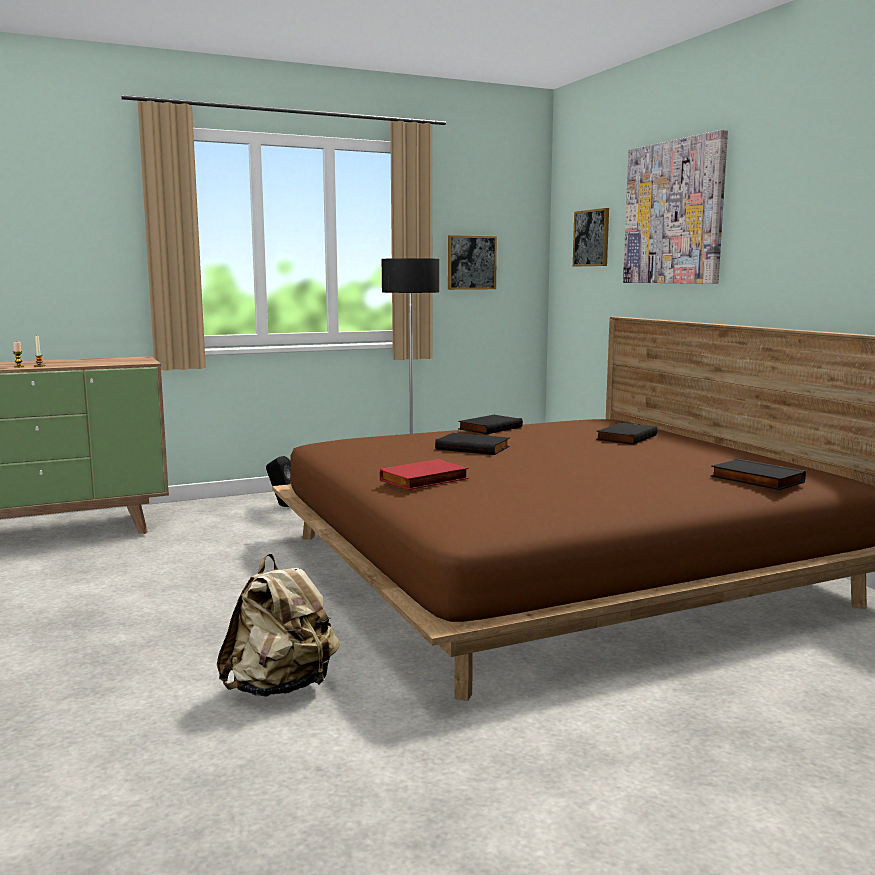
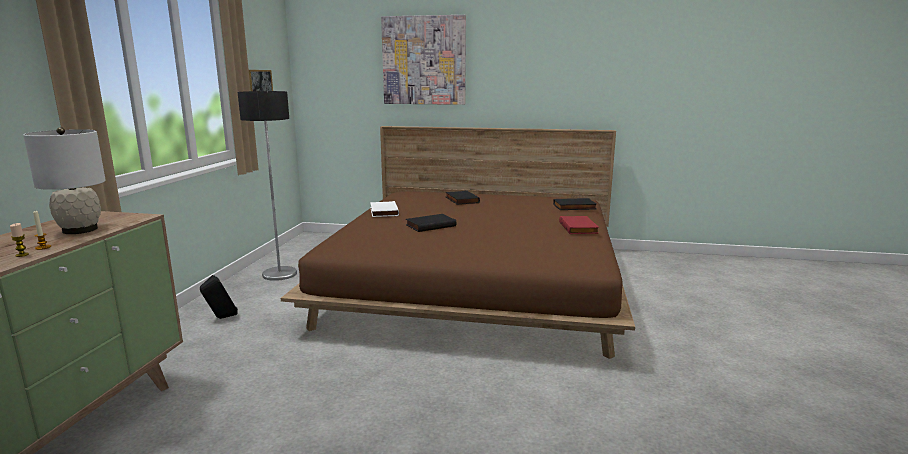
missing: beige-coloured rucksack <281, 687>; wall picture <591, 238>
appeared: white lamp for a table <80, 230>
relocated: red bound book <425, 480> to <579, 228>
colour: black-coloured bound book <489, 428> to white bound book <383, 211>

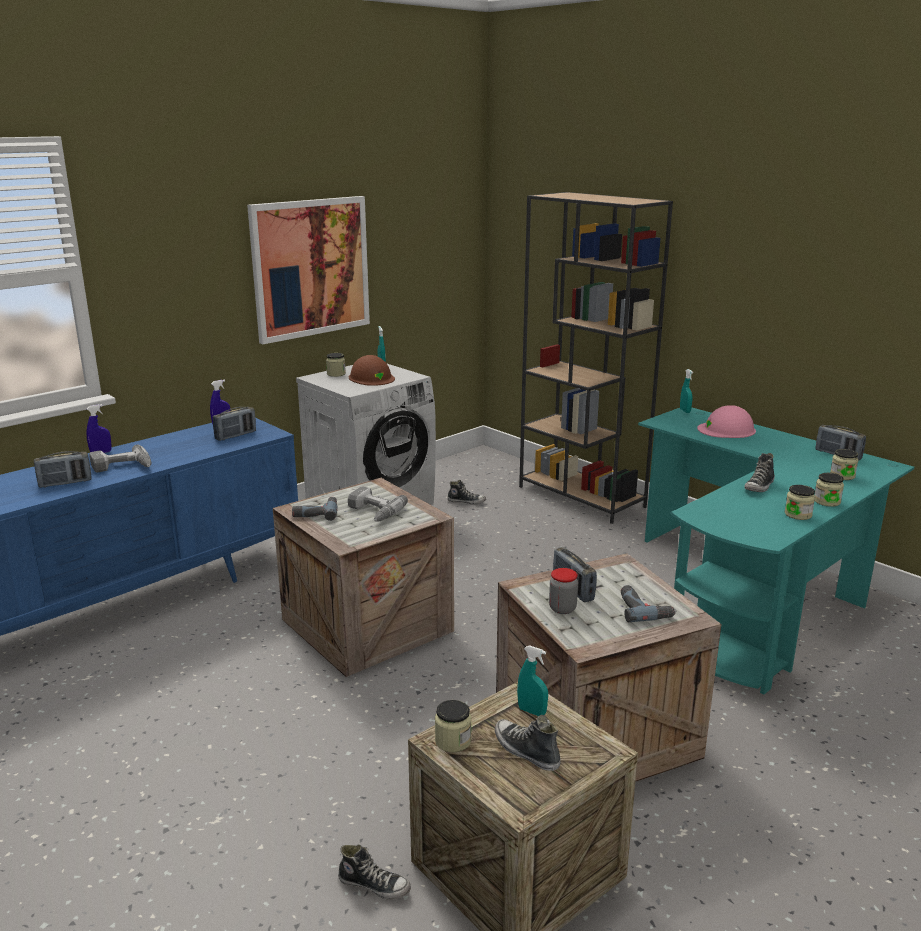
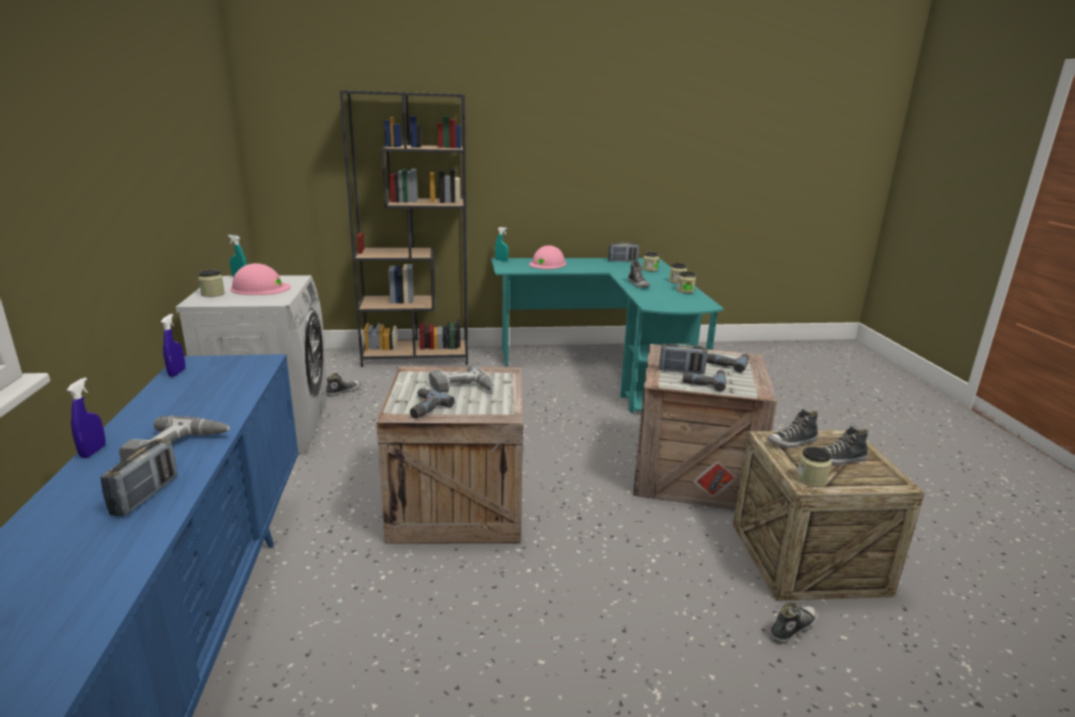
missing: radio set <235, 435>; wall picture <311, 268>
exchanged: turquoise hand sprayer <532, 711> to low shoe <792, 442>; storage jar <562, 608> to electric drill <704, 382>
colour: brown safety helmet <371, 378> to pink safety helmet <260, 288>

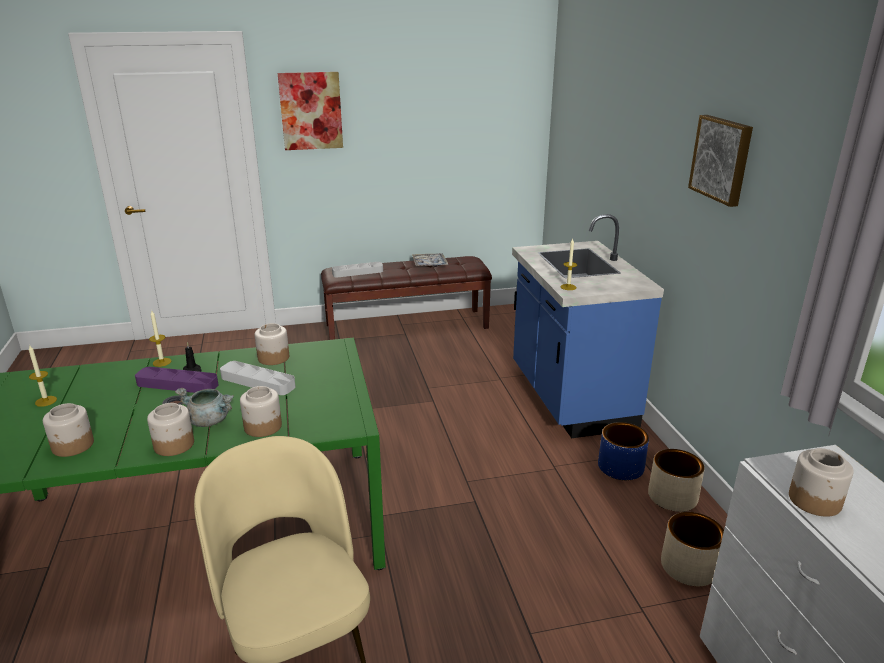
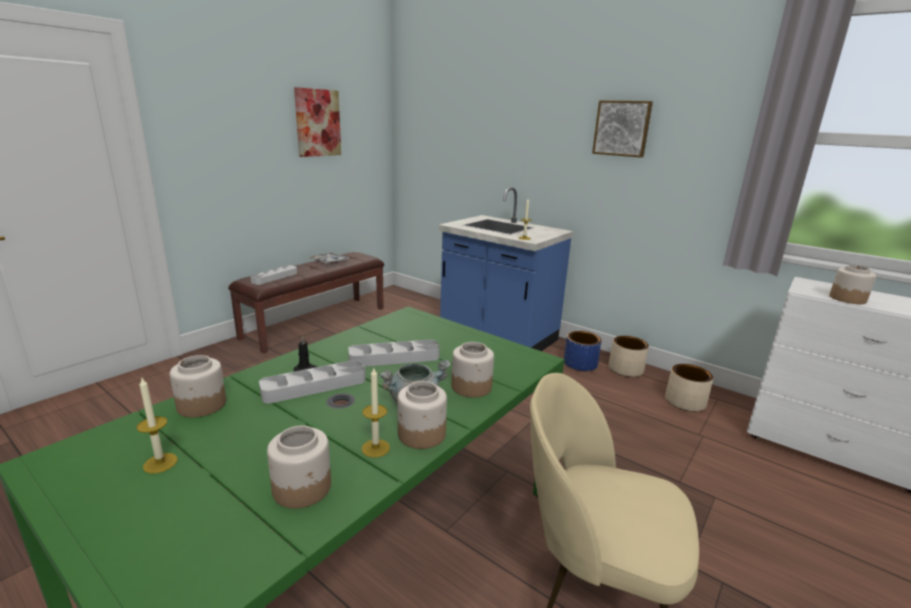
relocated: wax light <162, 362> to <375, 448>; storage jar <273, 358> to <201, 405>; wall picture <311, 111> to <317, 123>
colour: purple serving tray <177, 384> to gray serving tray <314, 386>

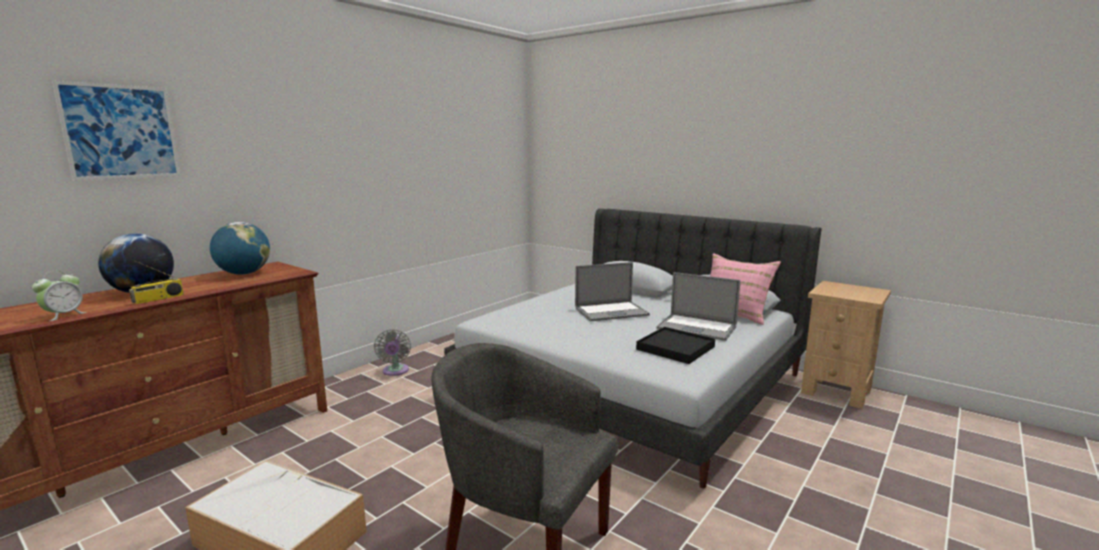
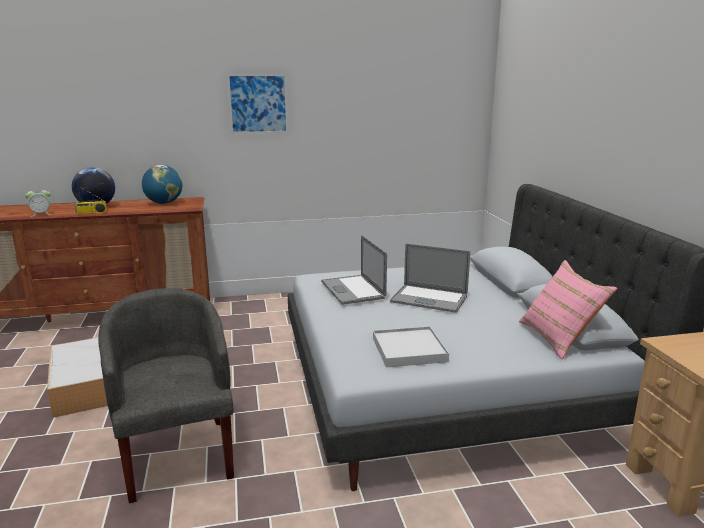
missing: gray electric fan <395, 371>
relocated: wall picture <121, 132> to <258, 104>; laptop <696, 327> to <352, 290>
colour: black-coloured serving tray <675, 348> to white serving tray <409, 350>

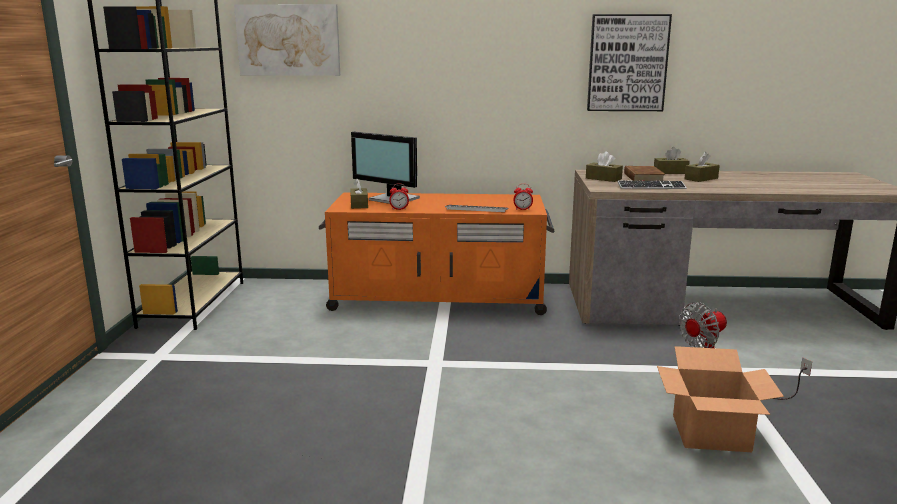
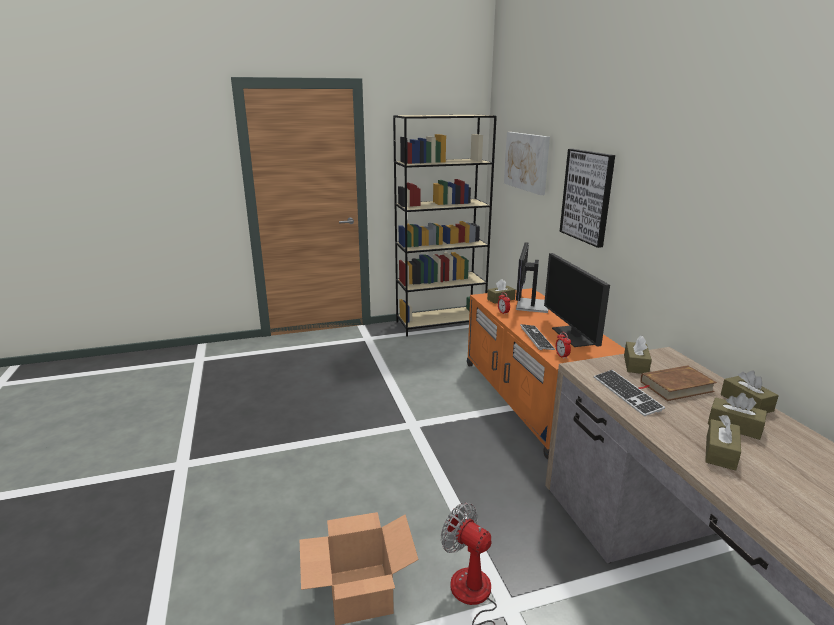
appeared: monitor <575, 336>; brown tissue box <720, 452>
relocated: wall picture <627, 63> to <587, 196>

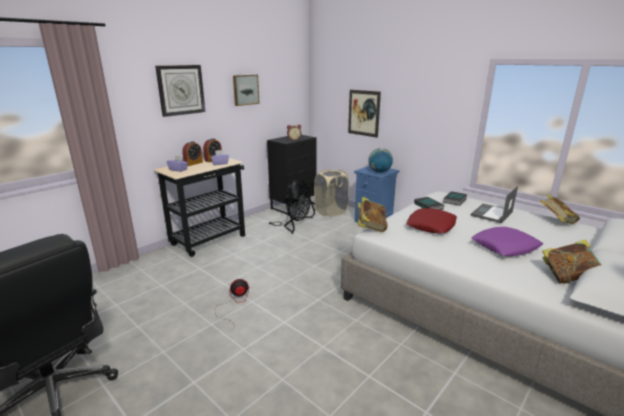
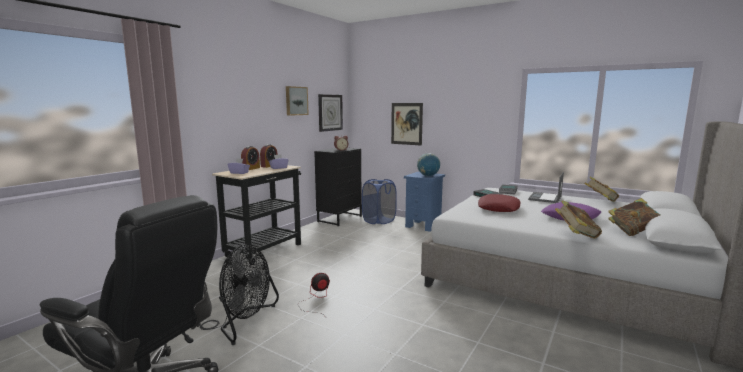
relocated: clock on the wall <181, 90> to <330, 112>; black-coloured electric fan <294, 224> to <240, 323>; bound book <371, 227> to <576, 235>
colour: beige-coloured washing basket <331, 211> to blue-coloured washing basket <379, 221>

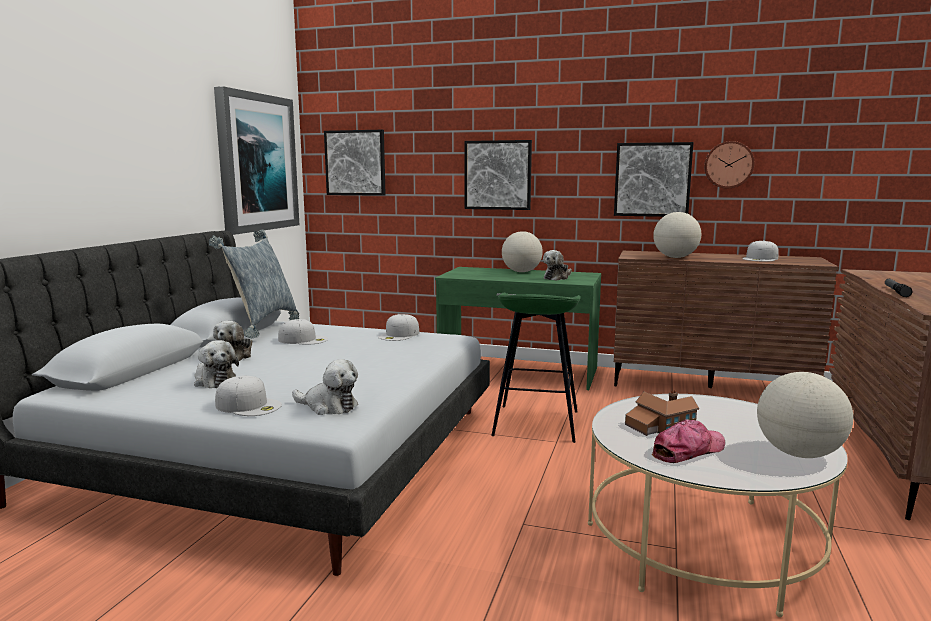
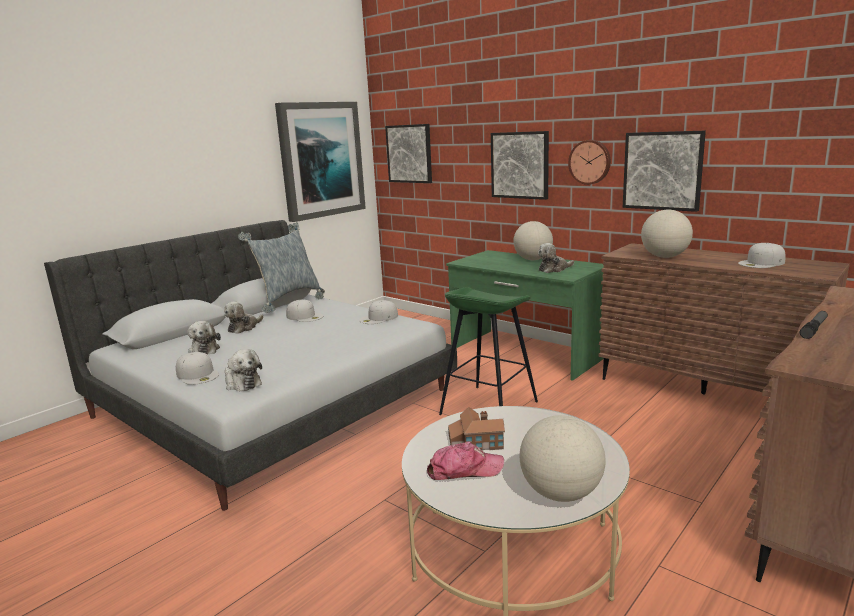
relocated: clock on the wall <728, 164> to <590, 162>

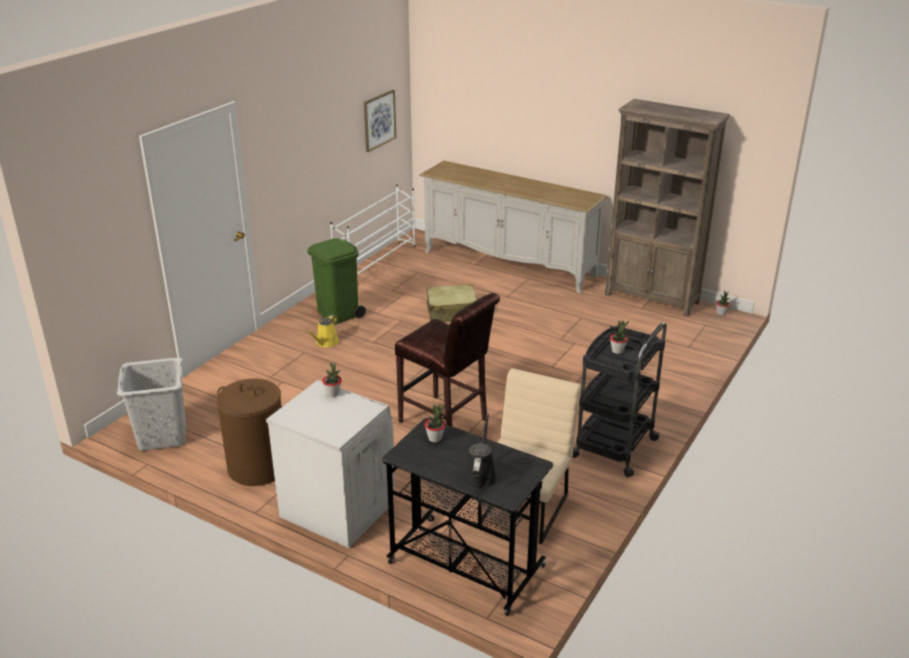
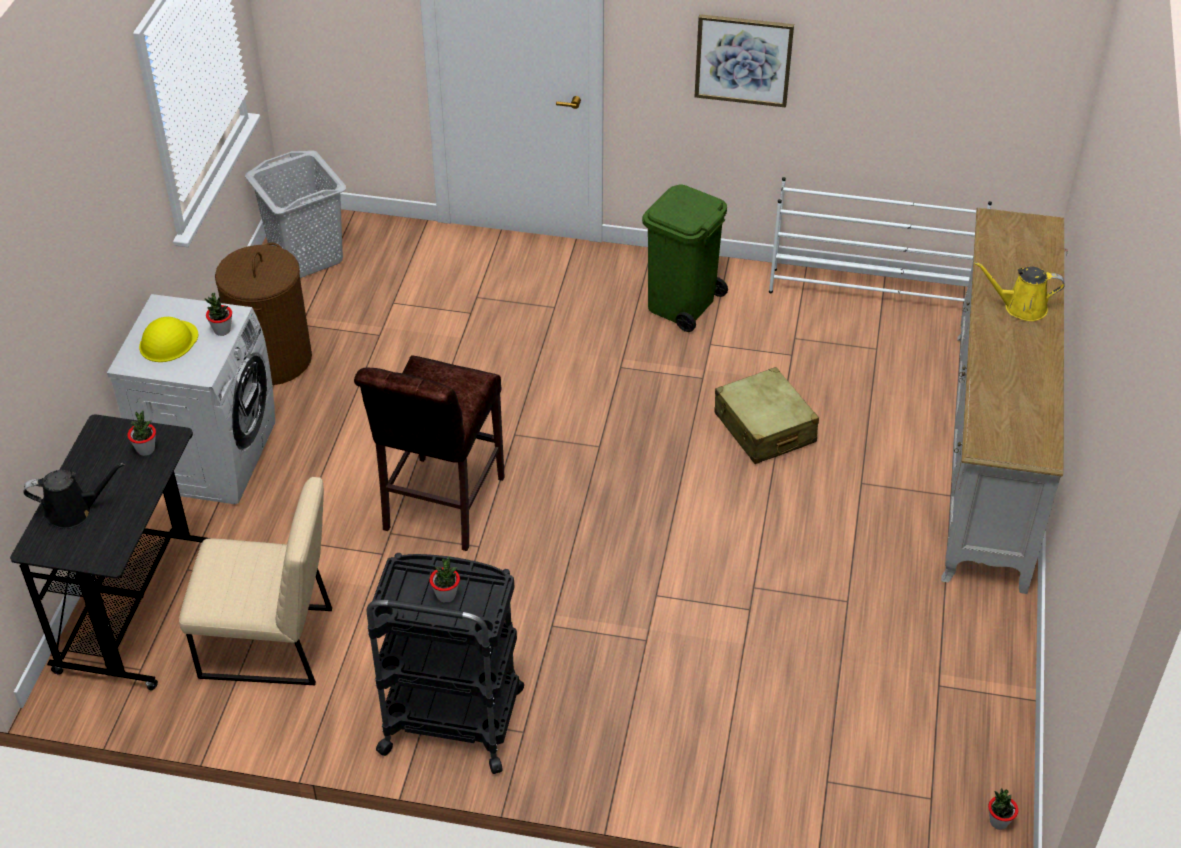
missing: brown shelving unit <652, 298>
appeared: yellow-coloured safety helmet <168, 341>
relocated: yellow-coloured watering can <325, 343> to <1020, 307>; wall picture <379, 120> to <743, 60>

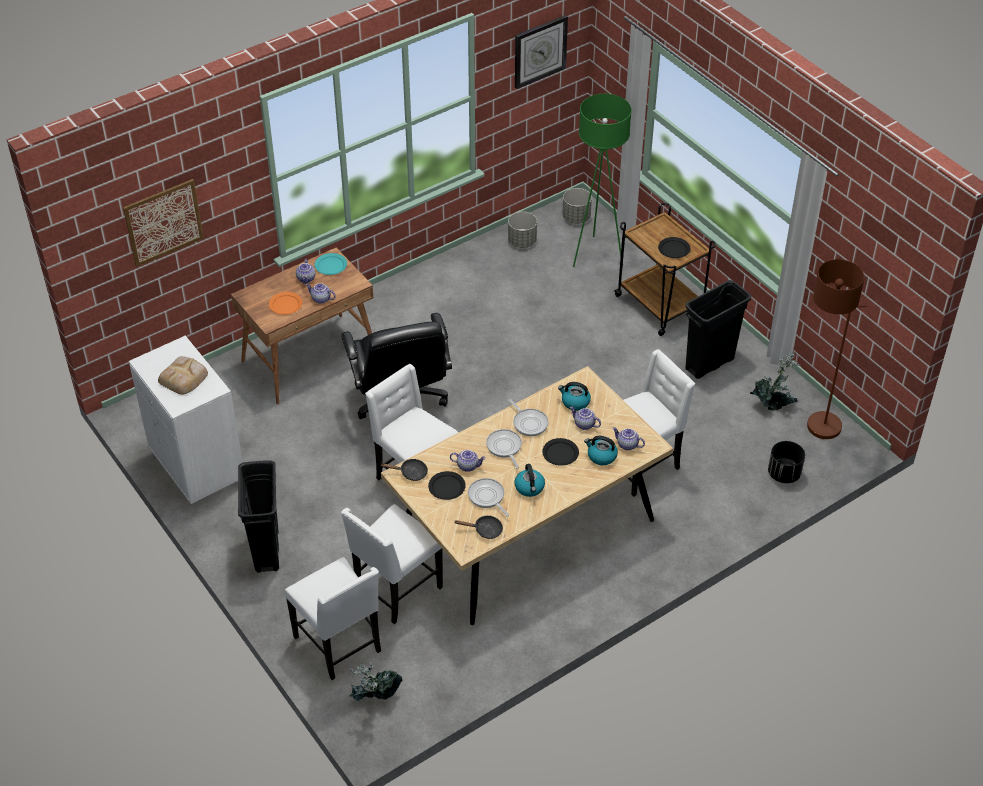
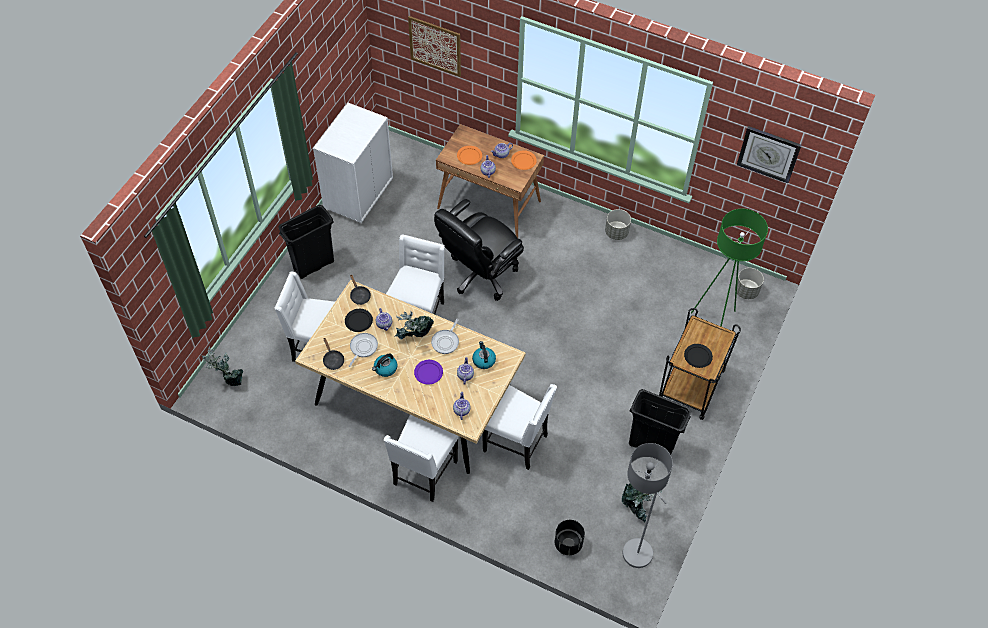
missing: baked bread <184, 378>; kettle <601, 456>
relocated: white chair <340, 645> to <424, 474>; gray planter <522, 242> to <616, 232>
exchanged: skillet <504, 447> to plant in a pot <414, 337>
colour: turquoise flat dish <330, 265> to orange flat dish <523, 161>; black-coloured flat dish <560, 453> to purple flat dish <428, 373>; brown floor lamp <813, 427> to gray floor lamp <631, 546>

